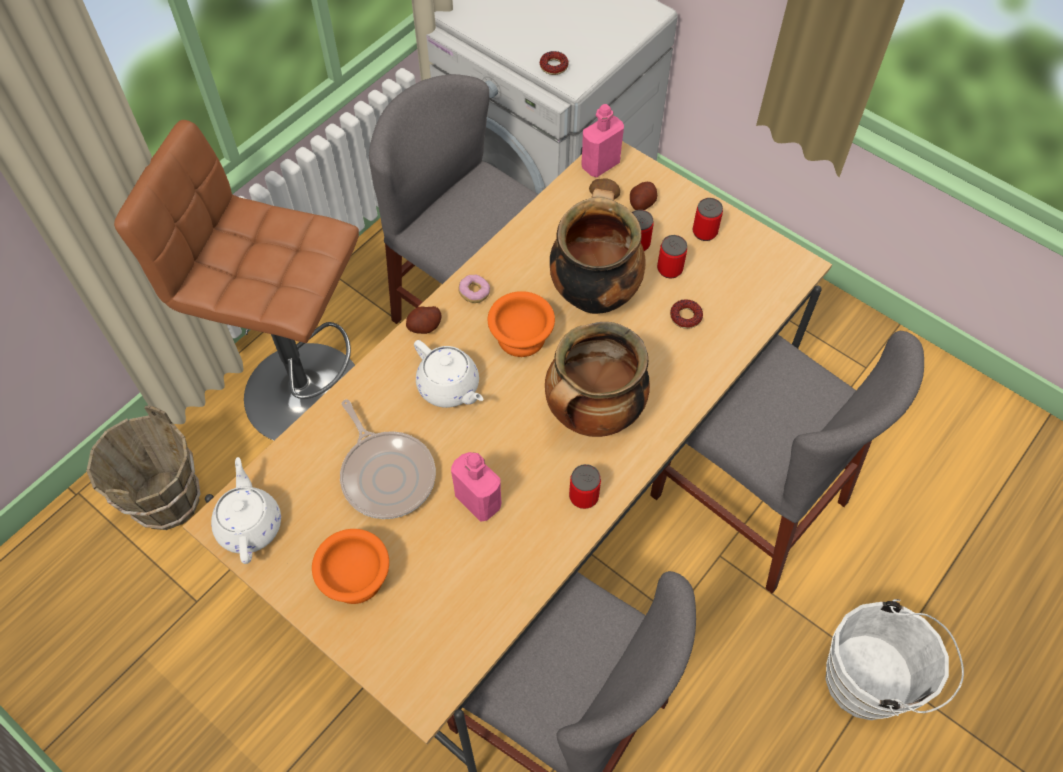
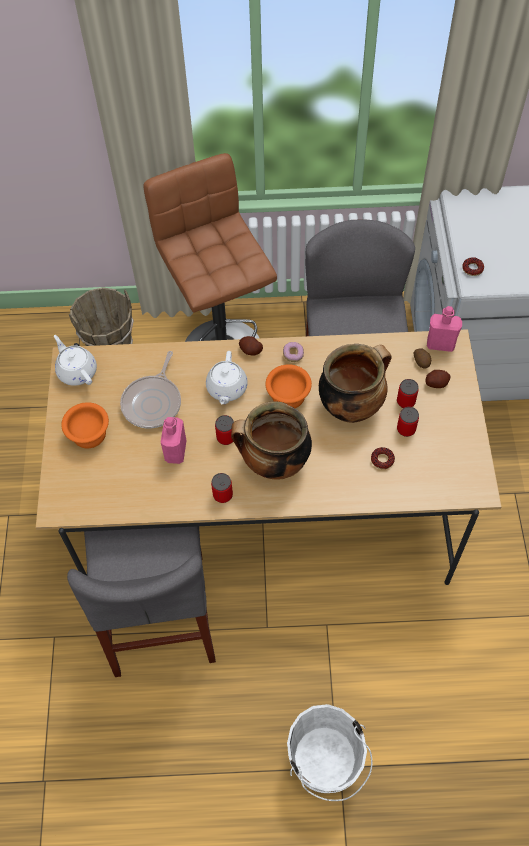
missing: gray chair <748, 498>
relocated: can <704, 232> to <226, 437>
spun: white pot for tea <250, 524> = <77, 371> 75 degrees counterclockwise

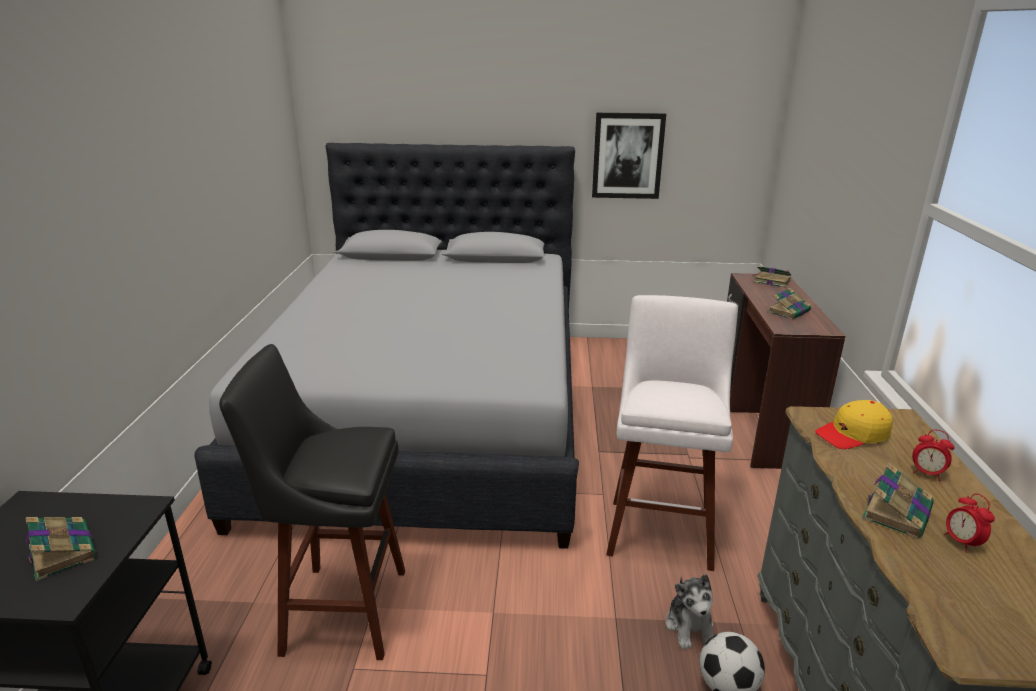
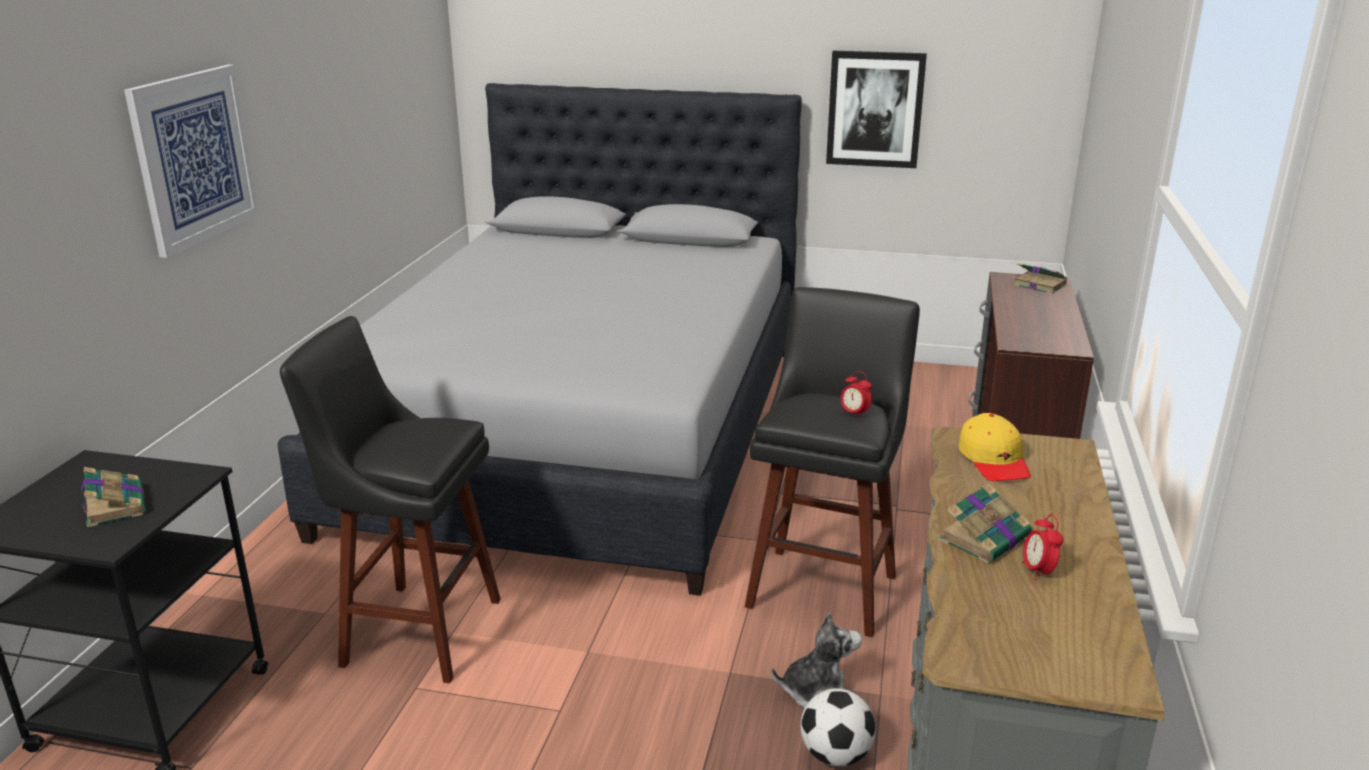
missing: bound book <789, 311>
appeared: wall picture <194, 157>
relocated: table clock <926, 474> to <854, 414>
colour: white stool seat <661, 530> to black-coloured stool seat <824, 588>
spun: plush toy <690, 627> = <816, 691> 105 degrees counterclockwise; yellow-coloured peaked cap <853, 434> = <994, 460> 90 degrees counterclockwise

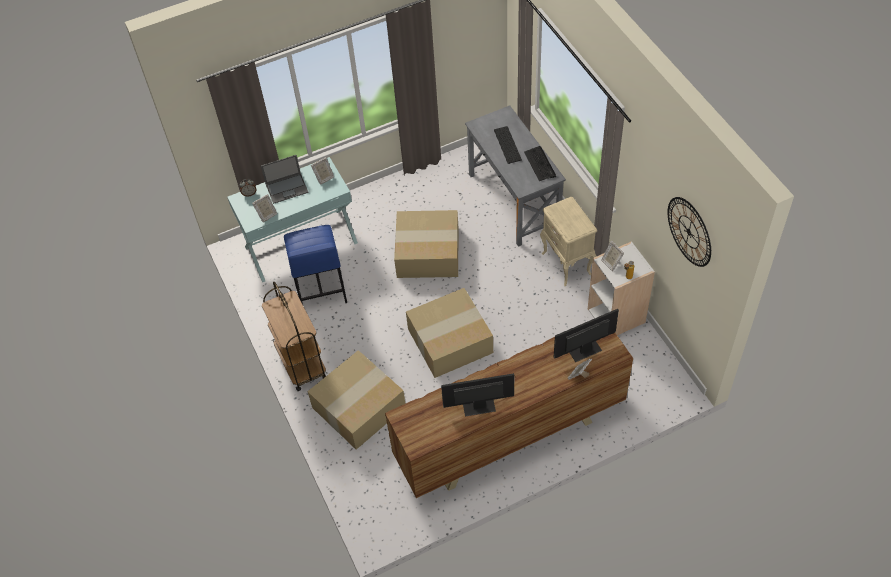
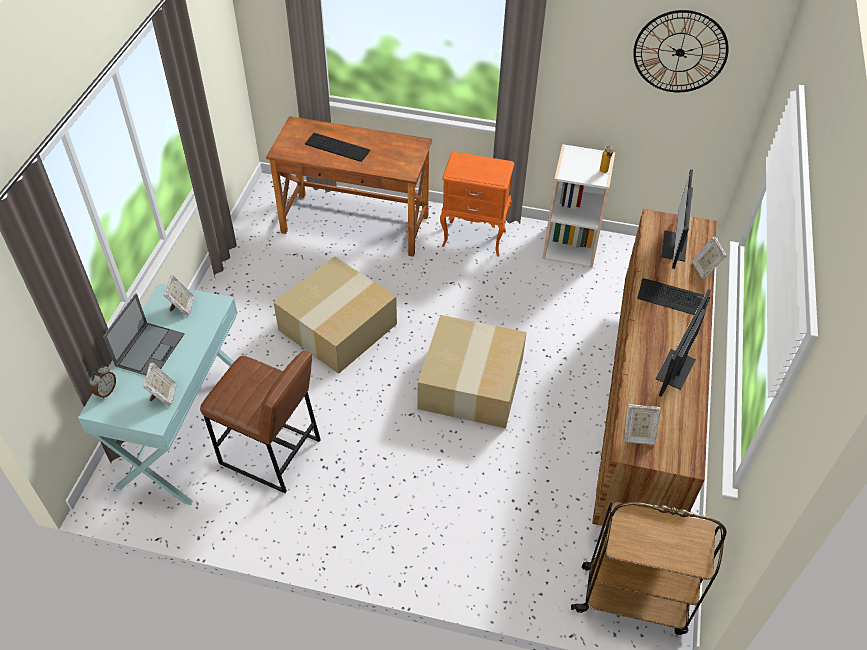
missing: carton <358, 408>
relocated: brown wheeled cart <300, 363> to <633, 601>; PC keyboard <540, 164> to <672, 298>; standing frame <611, 263> to <638, 435>
colour: blue-coloured chair <320, 289> to brown chair <271, 452>; gray desk table <514, 201> to brown desk table <355, 224>; beige-coloured nightstand <566, 264> to orange nightstand <474, 238>

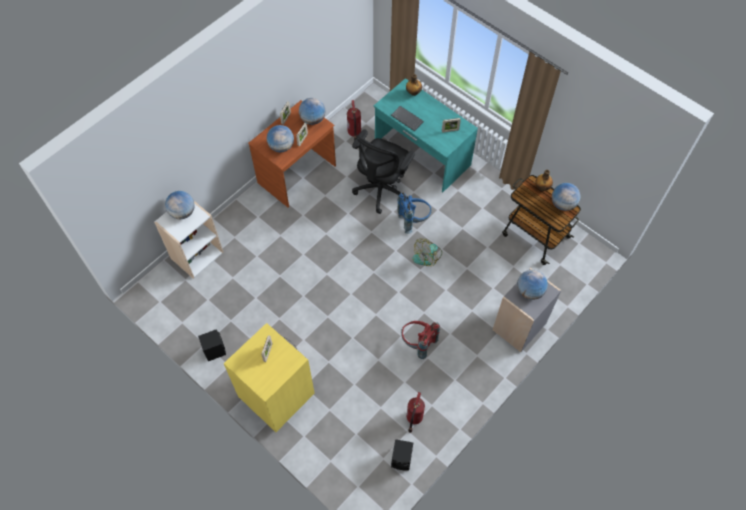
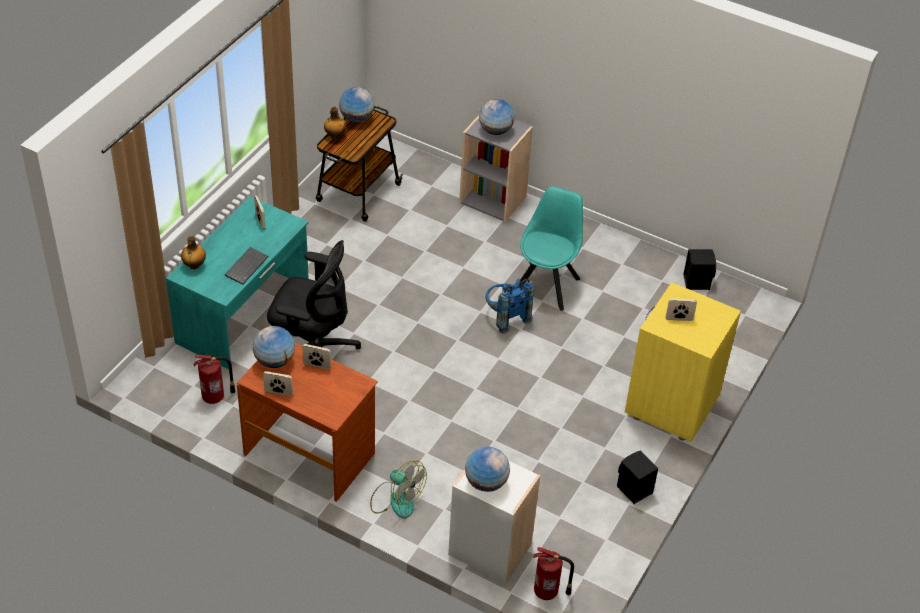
missing: desk globe <281, 146>
relocated: blue-coloured rucksack <413, 220> to <505, 317>; fire extinguisher <413, 418> to <547, 592>; electric fan <427, 256> to <396, 499>
exchanged: red rucksack <418, 343> to turquoise chair <547, 284>

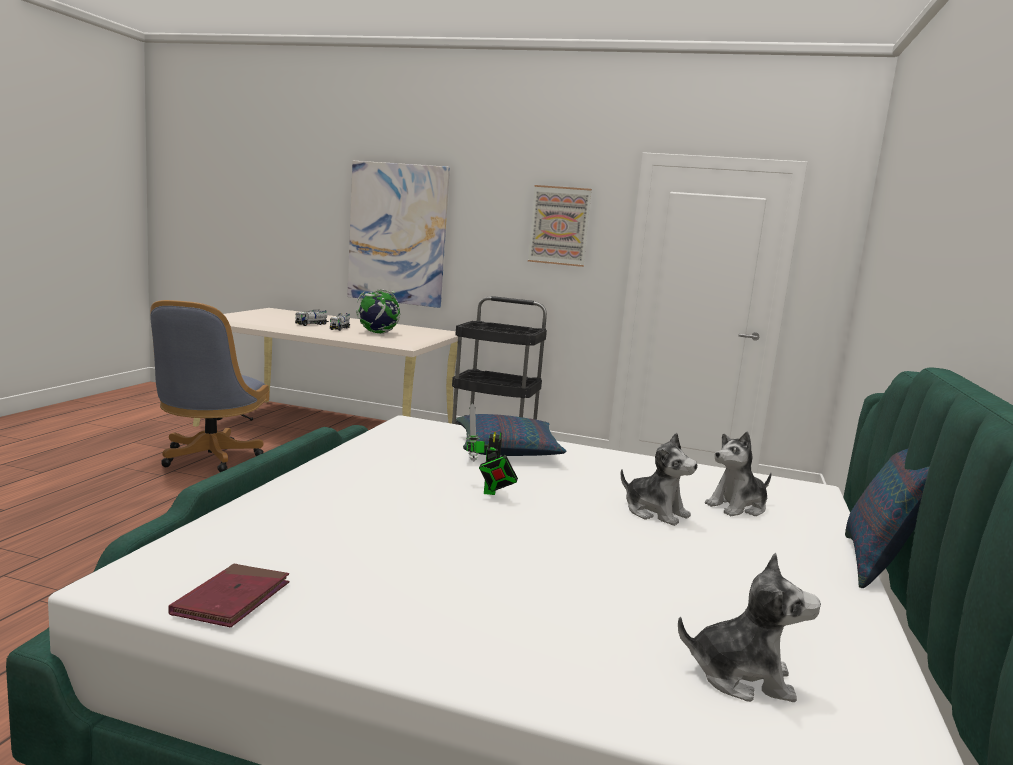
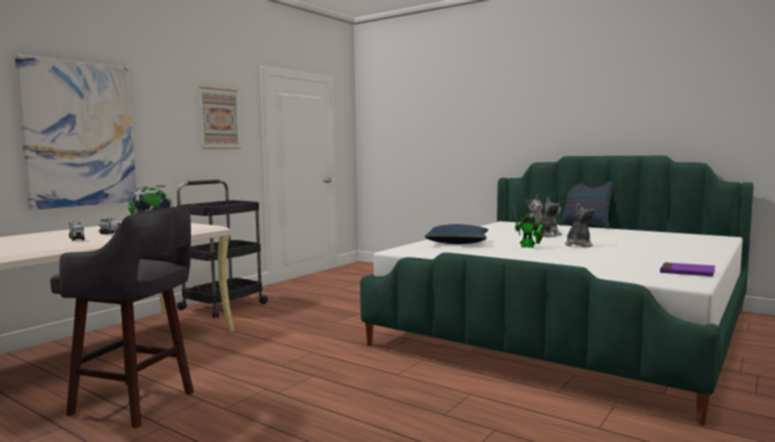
relocated: plush toy <741, 677> to <578, 245>
exchanged: blue-coloured office chair <207, 461> to gray stool seat <136, 405>
colour: red bound book <232, 600> to purple bound book <687, 272>

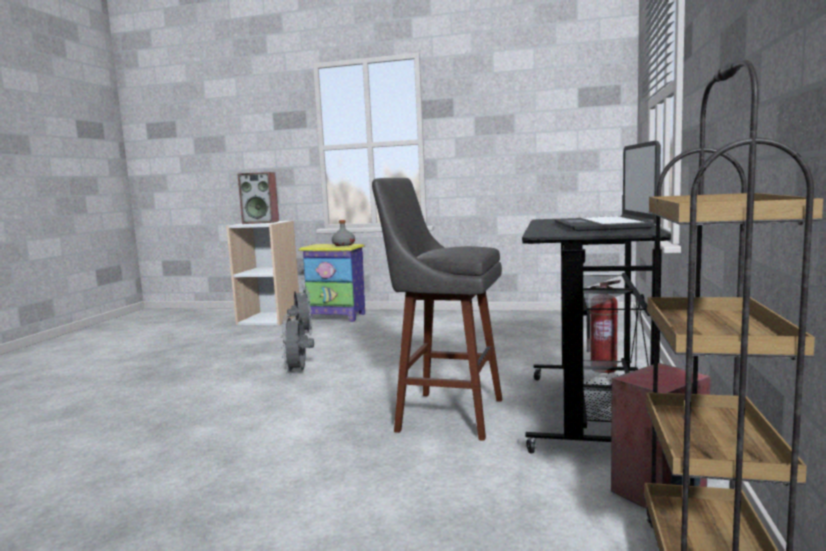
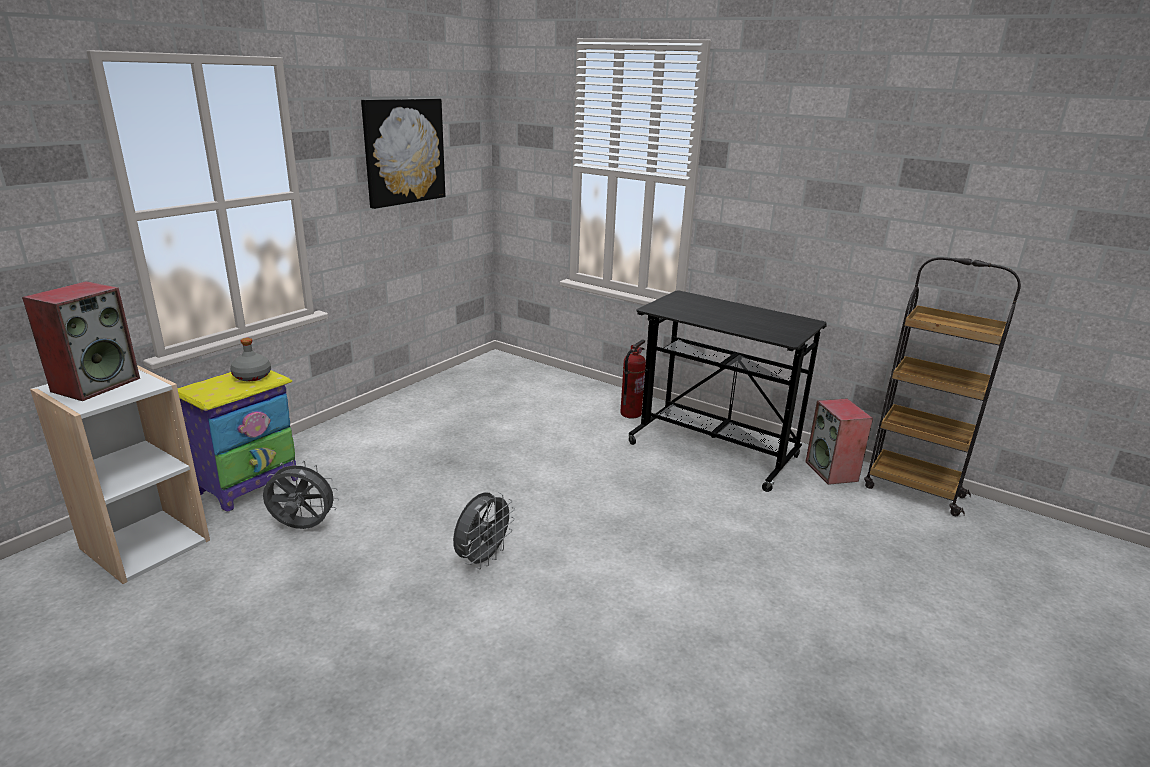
missing: gray stool seat <446, 414>; laptop <604, 226>
appeared: wall picture <404, 151>
spun: gray electric fan <298, 373> = <483, 559> 75 degrees counterclockwise

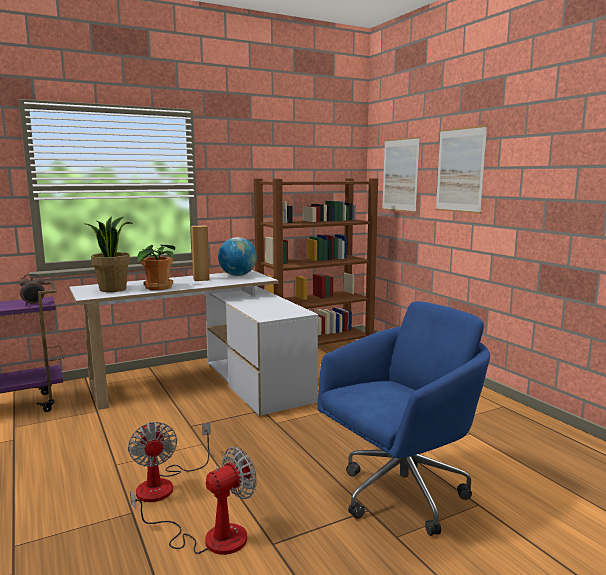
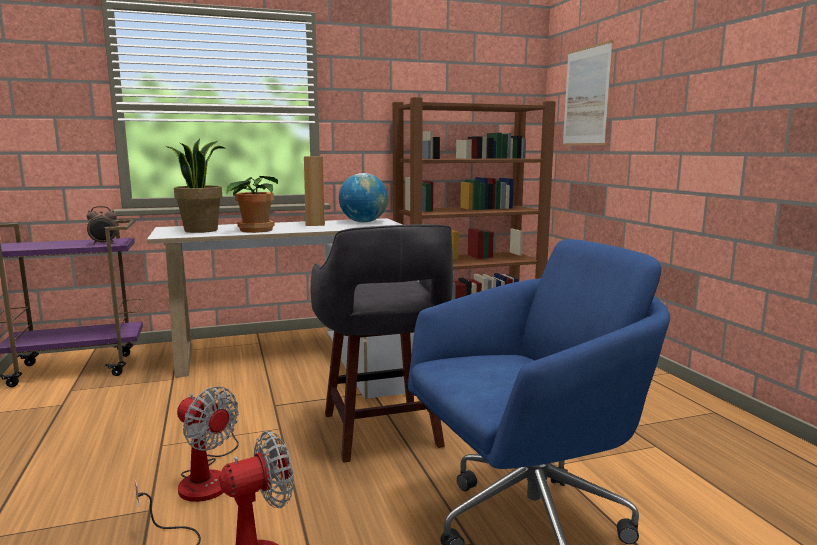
missing: wall picture <460, 170>
appeared: gray stool seat <382, 433>
spun: electric fan <165, 484> = <209, 476> 45 degrees counterclockwise

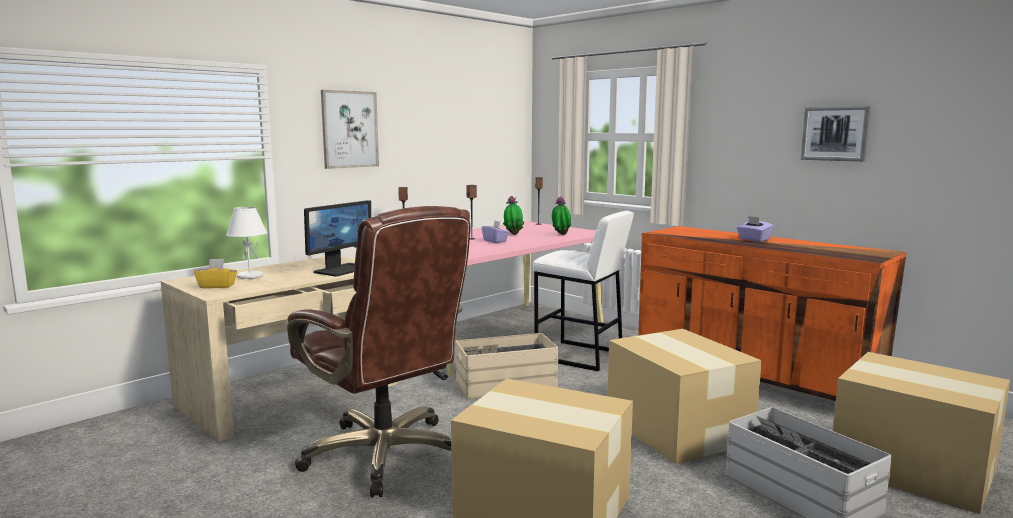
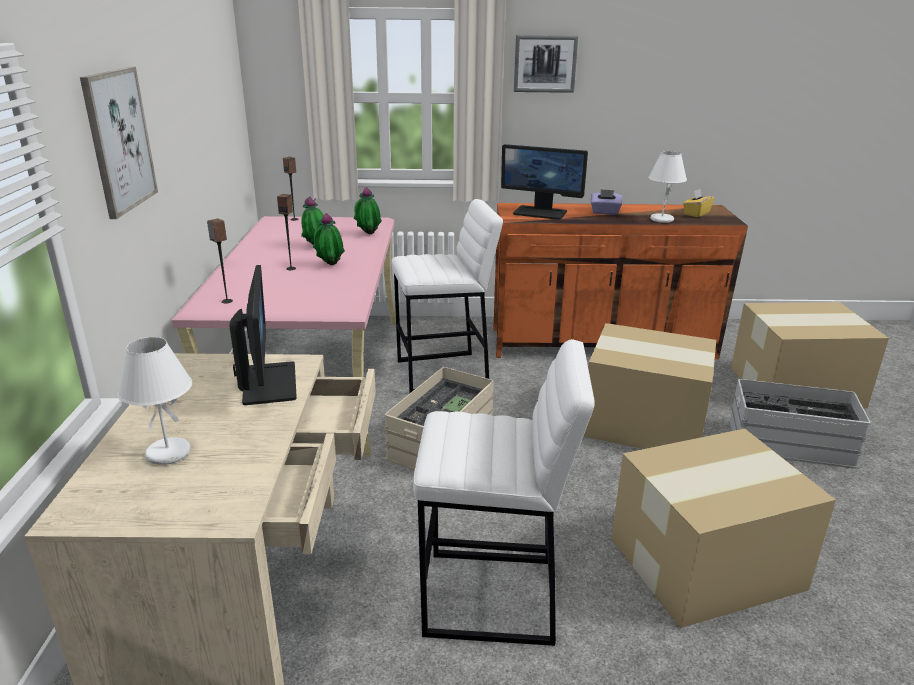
appeared: monitor <540, 212>; white lamp for a table <661, 219>
relocated: yellow-coloured tissue box <217, 286> to <696, 213>; wall picture <834, 133> to <545, 64>
exchanged: brown office chair <384, 454> to white stool seat <494, 596>; purple tissue box <495, 241> to plant in a pot <329, 266>

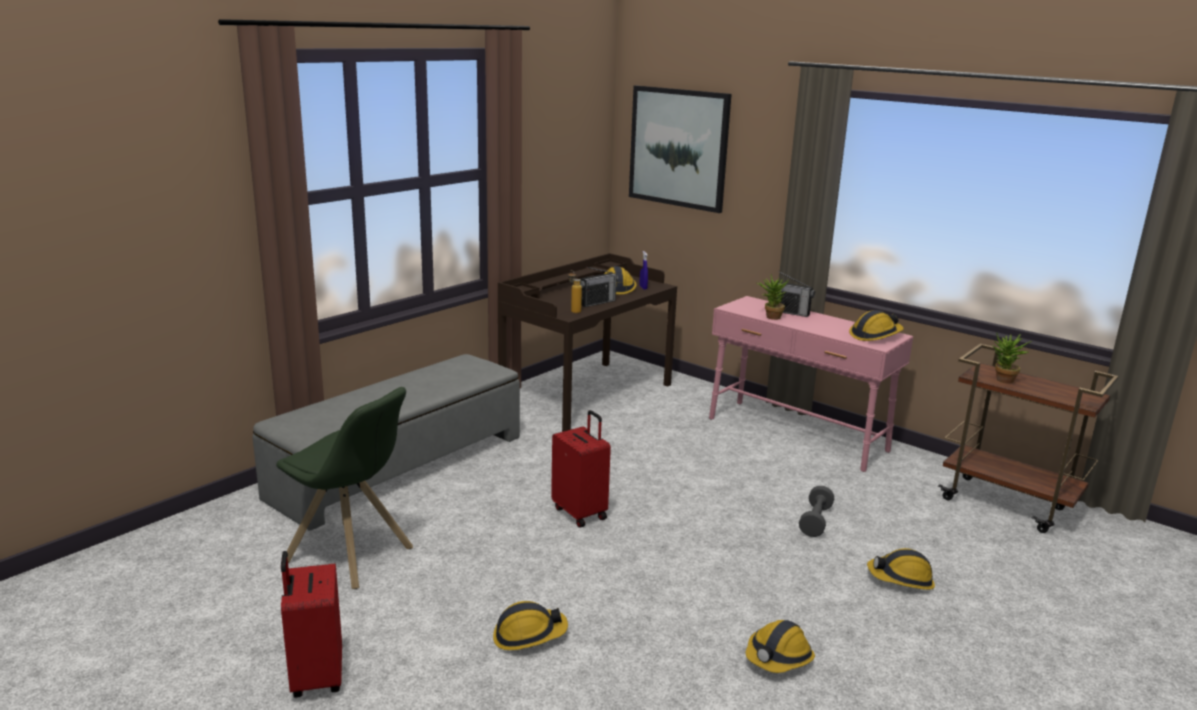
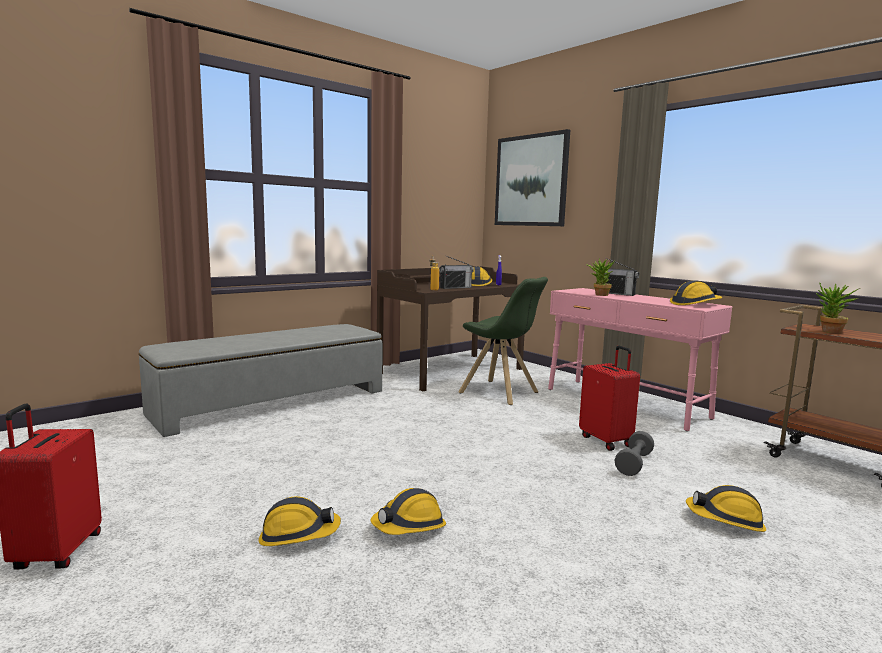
relocated: greenish chair <350, 554> to <499, 392>; red suitcase <581, 513> to <606, 441>; safety helmet <778, 658> to <409, 526>

